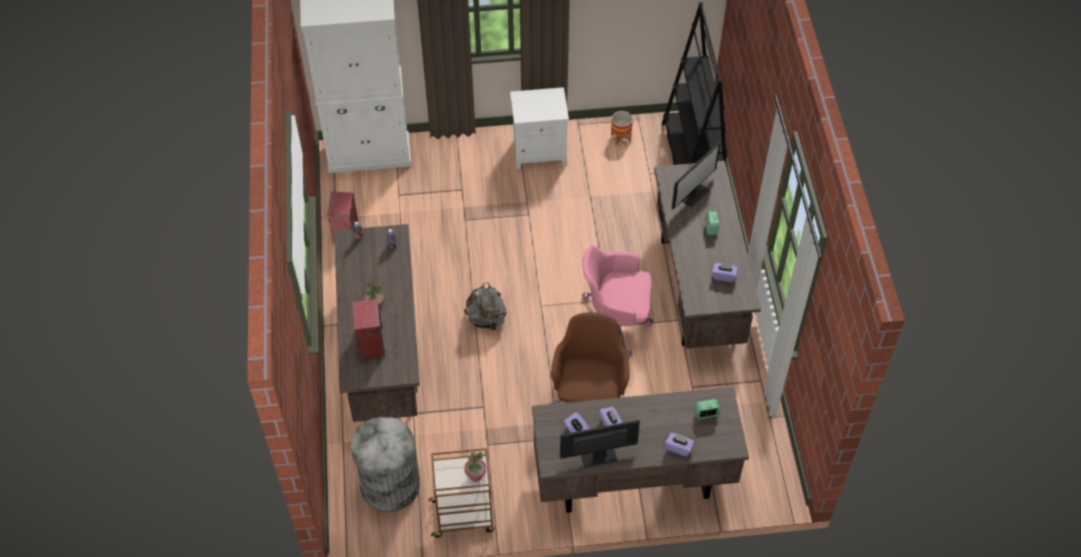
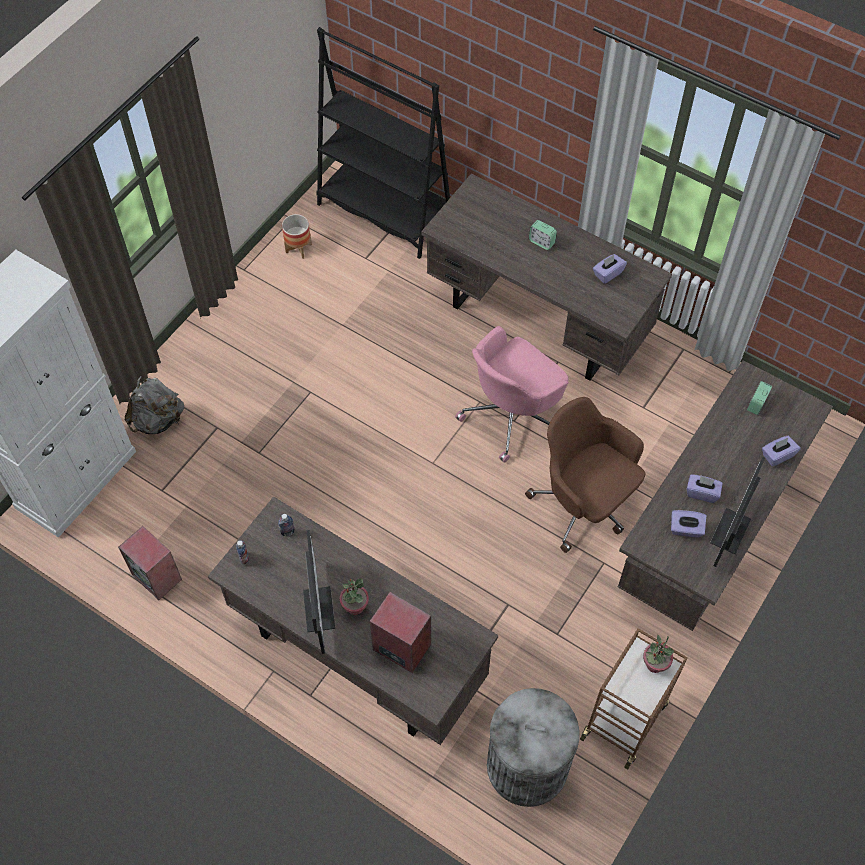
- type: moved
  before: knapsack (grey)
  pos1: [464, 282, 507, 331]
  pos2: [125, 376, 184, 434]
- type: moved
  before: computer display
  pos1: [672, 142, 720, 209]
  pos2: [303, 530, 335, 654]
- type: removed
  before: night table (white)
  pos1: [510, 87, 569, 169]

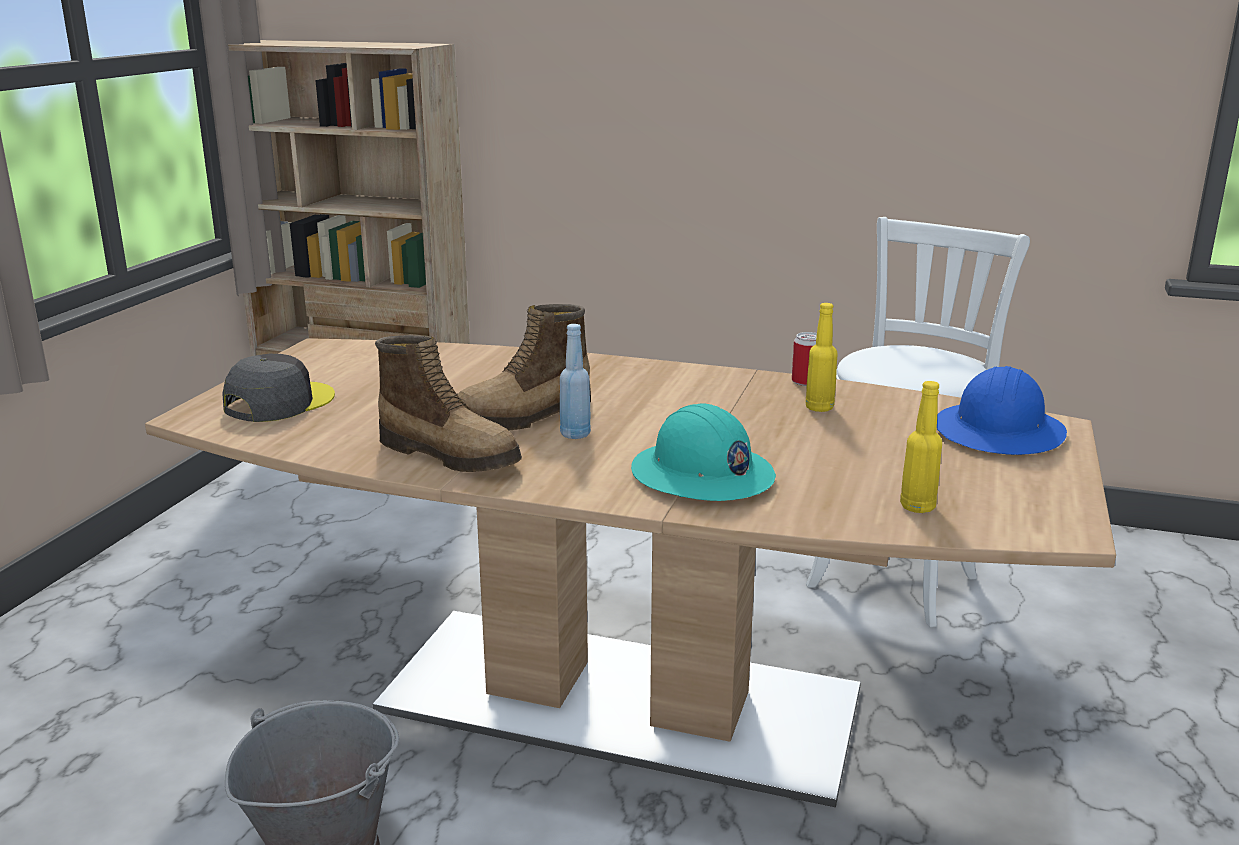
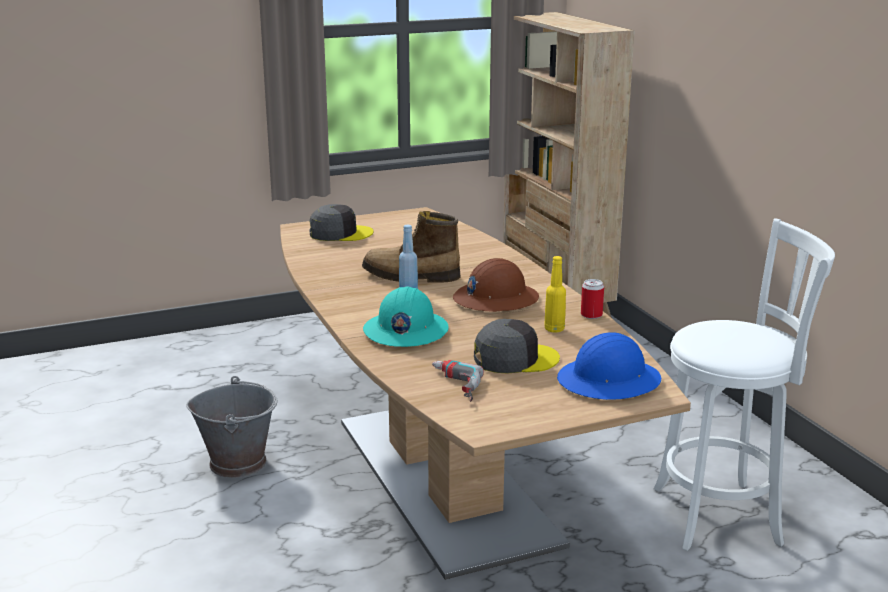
- type: replaced
  before: beverage bottle (yellowish)
  after: drill
  pos1: [900, 381, 942, 513]
  pos2: [432, 360, 484, 402]
- type: added
  after: work helmet (brown-coloured)
  pos2: [453, 258, 539, 312]
- type: added
  after: peaked cap (grey)
  pos2: [474, 319, 560, 374]
- type: removed
  before: high-top boot
  pos1: [375, 335, 522, 472]

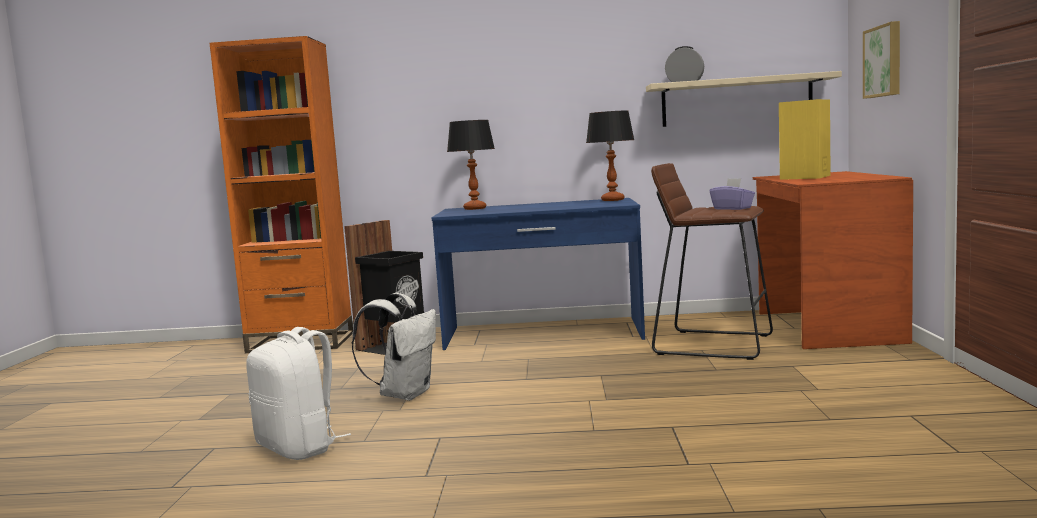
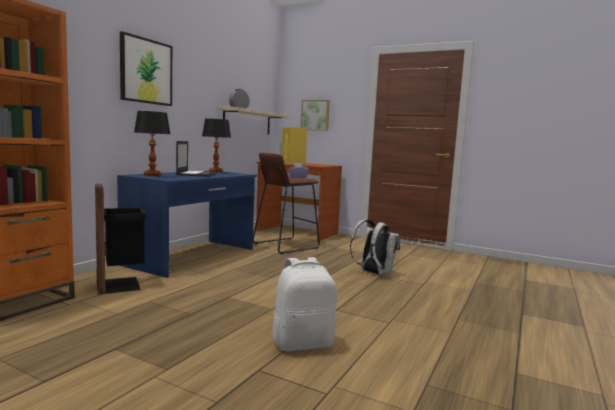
- type: added
  after: wall art
  pos2: [120, 31, 172, 106]
- type: added
  after: laptop
  pos2: [176, 141, 217, 177]
- type: moved
  before: knapsack (white)
  pos1: [352, 293, 436, 401]
  pos2: [350, 219, 400, 275]

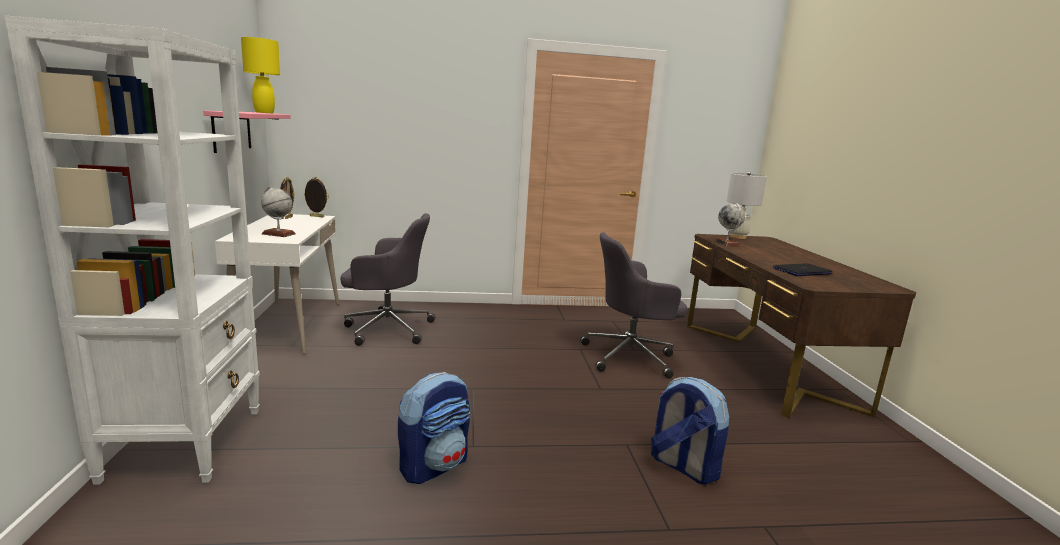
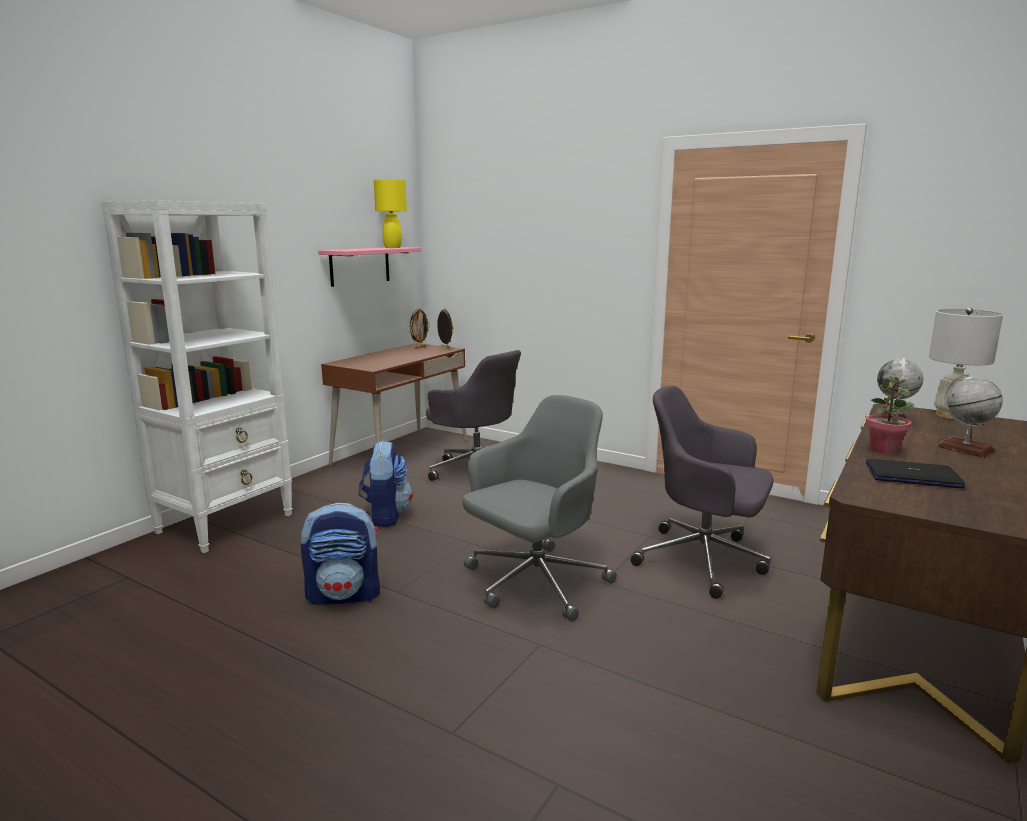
- type: recoloured
  before: desk unit (white)
  after: desk unit (brown-coloured)
  pos1: [215, 214, 339, 354]
  pos2: [321, 343, 467, 466]
- type: moved
  before: knapsack
  pos1: [651, 377, 729, 485]
  pos2: [359, 440, 413, 527]
- type: added
  after: computer chair (grey)
  pos2: [462, 395, 617, 621]
- type: added
  after: potted plant
  pos2: [865, 376, 915, 454]
- type: moved
  before: world globe
  pos1: [261, 187, 296, 237]
  pos2: [937, 374, 1003, 457]

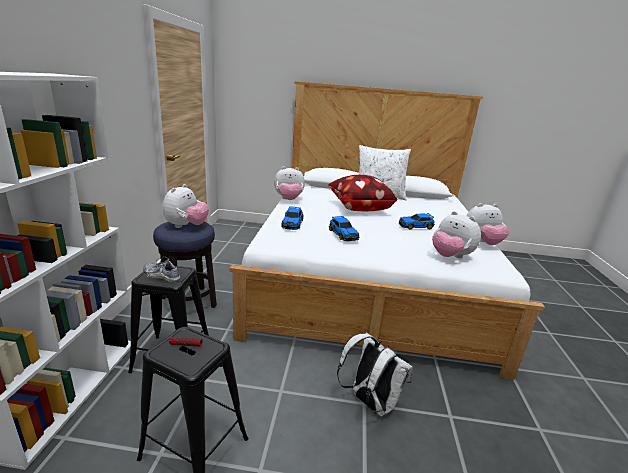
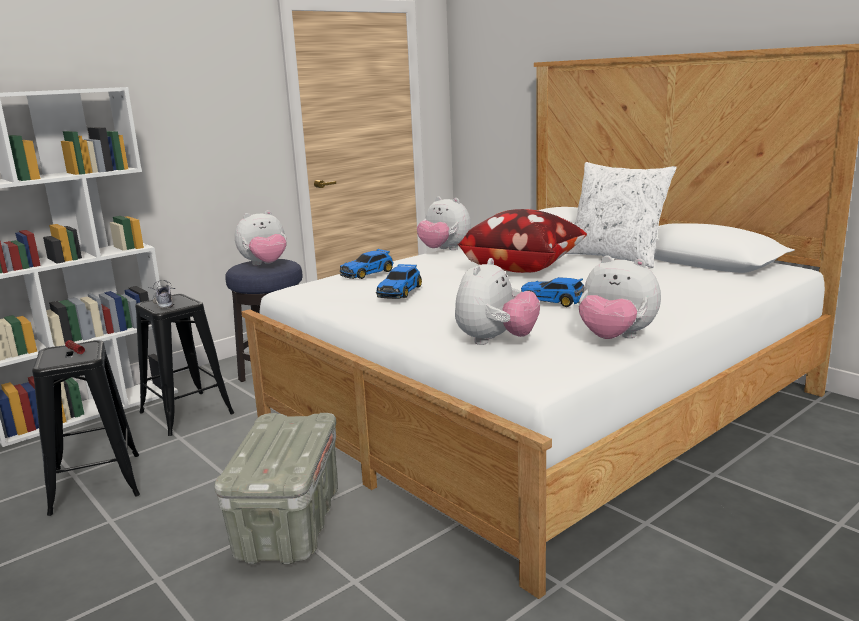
- type: replaced
  before: knapsack (white)
  after: storage box (grey)
  pos1: [337, 332, 413, 416]
  pos2: [214, 413, 338, 564]
- type: turned
  before: cuddly toy
  pos1: [432, 211, 481, 258]
  pos2: [455, 258, 540, 345]
  turn: -150

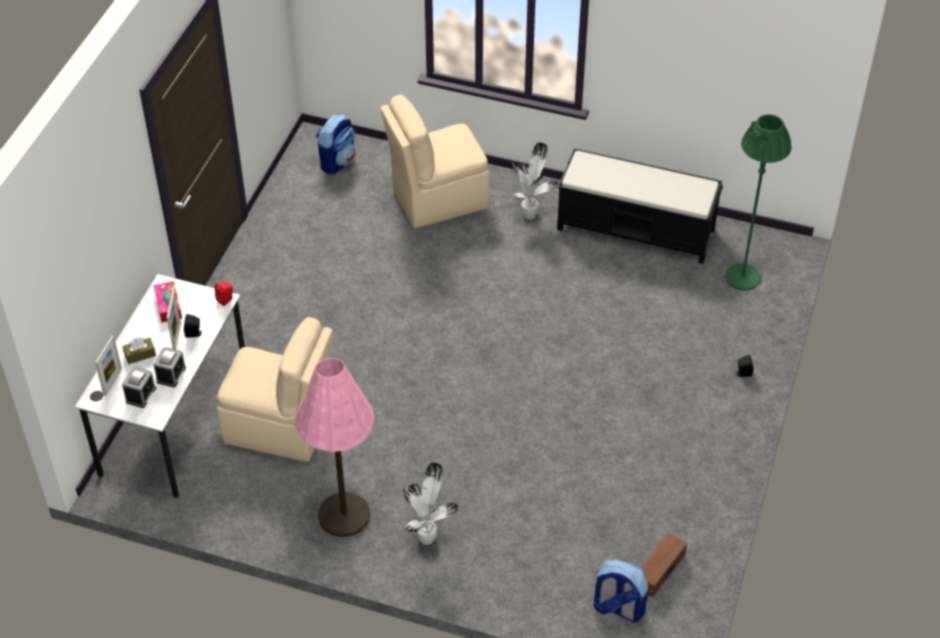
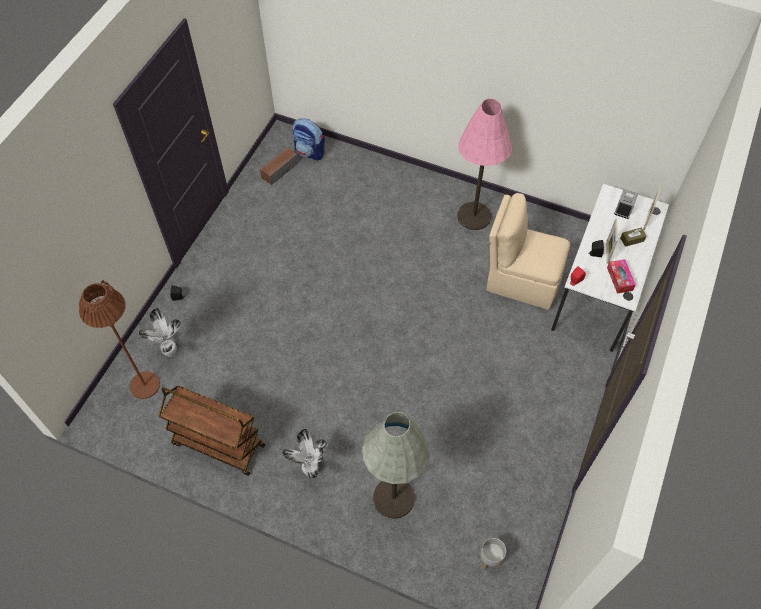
- type: recoloured
  before: floor lamp (green-coloured)
  after: floor lamp (brown-coloured)
  pos1: [725, 114, 791, 290]
  pos2: [79, 280, 160, 399]
- type: moved
  before: potted plant
  pos1: [402, 463, 458, 545]
  pos2: [139, 308, 181, 357]
- type: replaced
  before: bench (black-coloured)
  after: trolley (brown-coloured)
  pos1: [557, 148, 723, 264]
  pos2: [158, 386, 265, 476]
- type: replaced
  before: upright chair (beige-coloured)
  after: floor lamp (grey)
  pos1: [380, 95, 490, 228]
  pos2: [362, 412, 430, 519]
- type: replaced
  before: knapsack
  after: plant pot (grey)
  pos1: [316, 114, 356, 174]
  pos2: [480, 538, 506, 569]
- type: removed
  before: alarm clock
  pos1: [153, 347, 186, 388]

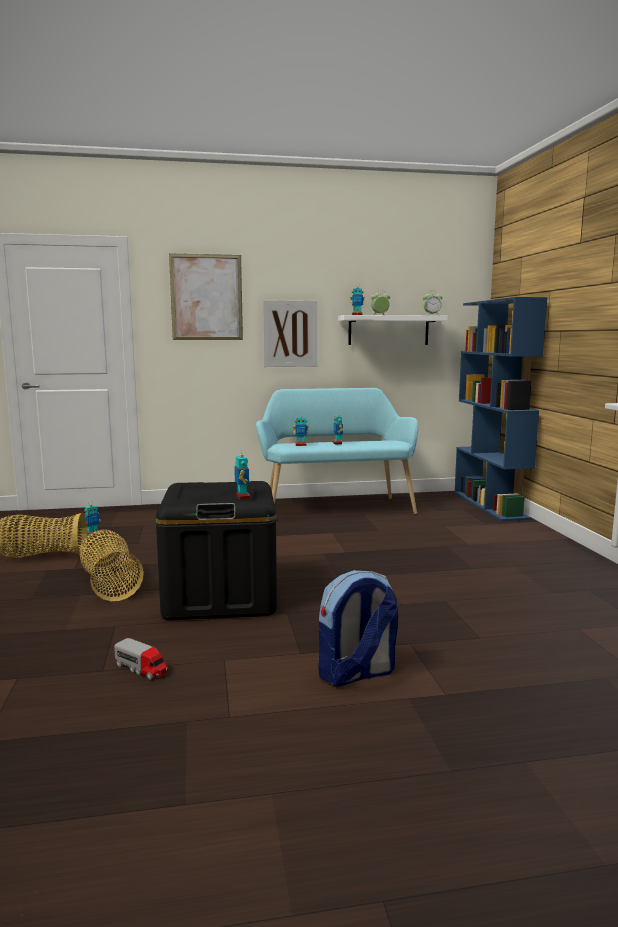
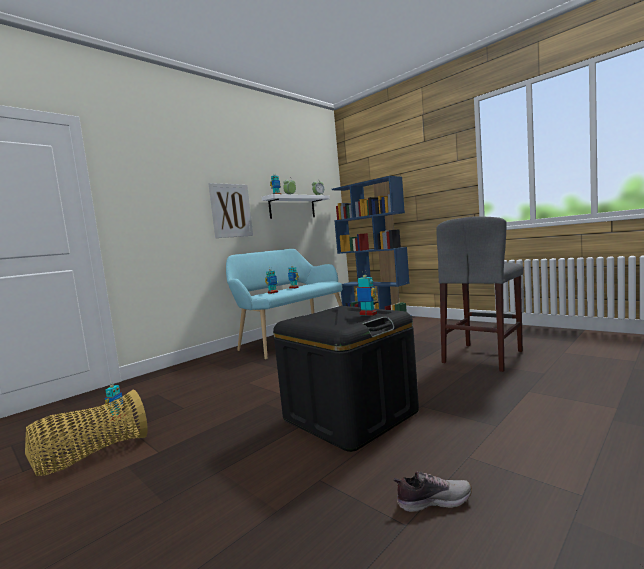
- type: replaced
  before: model truck
  after: shoe
  pos1: [114, 638, 167, 680]
  pos2: [393, 471, 472, 512]
- type: added
  after: stool (grey)
  pos2: [436, 216, 524, 372]
- type: removed
  before: basket
  pos1: [80, 530, 144, 601]
- type: removed
  before: wall art
  pos1: [169, 253, 243, 340]
- type: removed
  before: knapsack
  pos1: [318, 570, 398, 687]

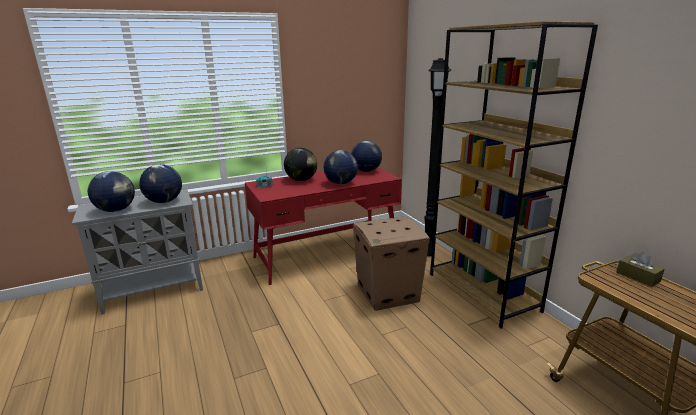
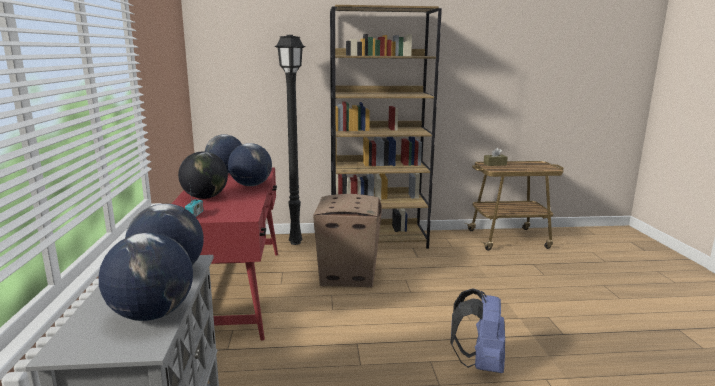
- type: added
  after: knapsack (blue-coloured)
  pos2: [451, 289, 505, 373]

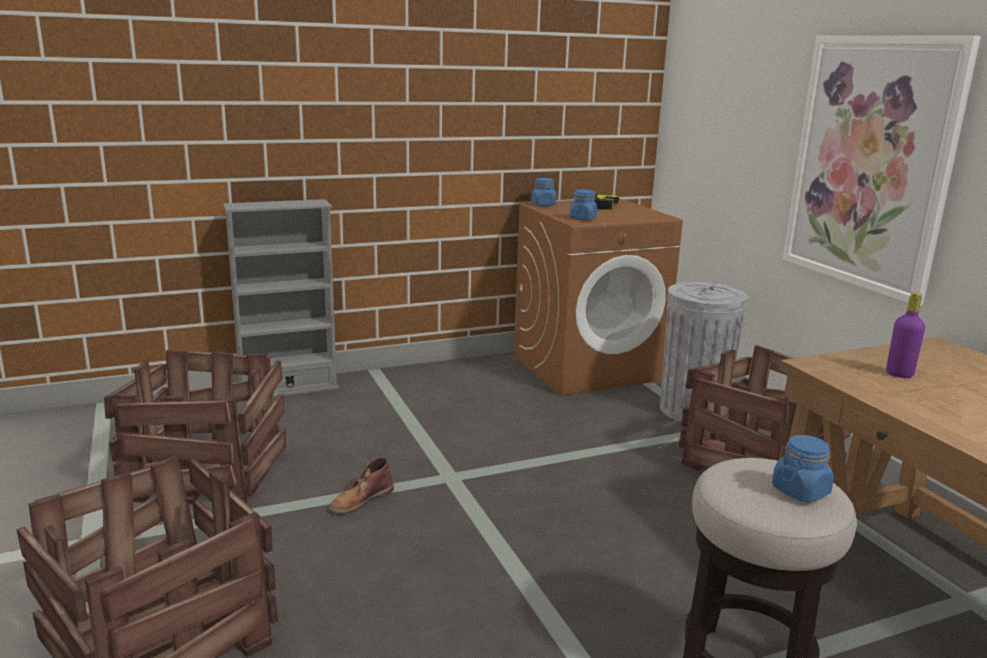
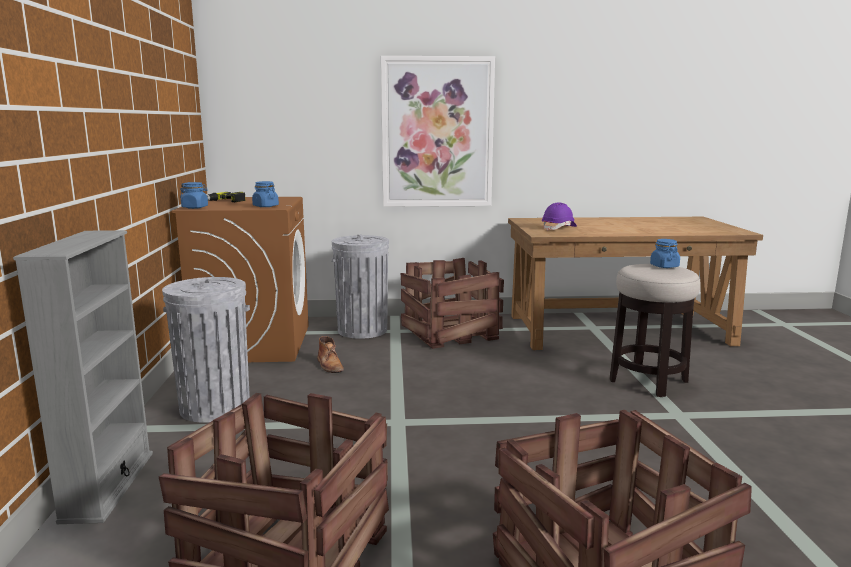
- type: added
  after: trash can (grey)
  pos2: [162, 277, 250, 423]
- type: moved
  before: high-top boot (brown-coloured)
  pos1: [328, 458, 394, 515]
  pos2: [317, 336, 344, 373]
- type: replaced
  before: beverage bottle (purplish)
  after: work helmet (purplish)
  pos1: [886, 293, 925, 378]
  pos2: [542, 202, 577, 231]

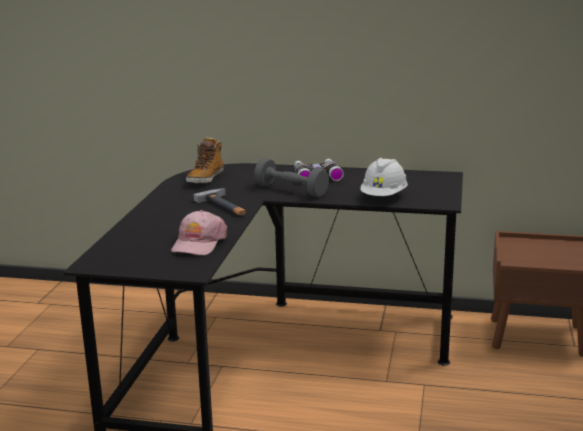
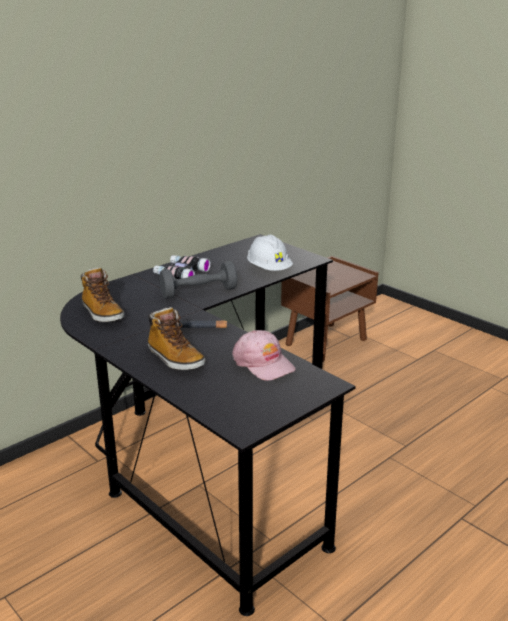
- type: added
  after: high-top boot
  pos2: [148, 307, 205, 370]

